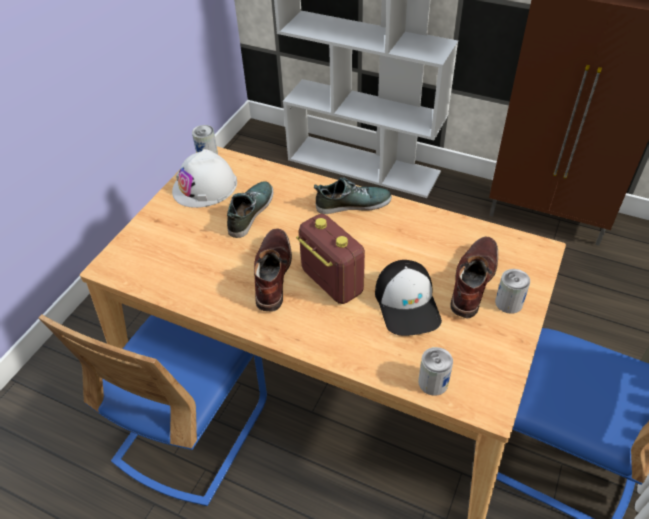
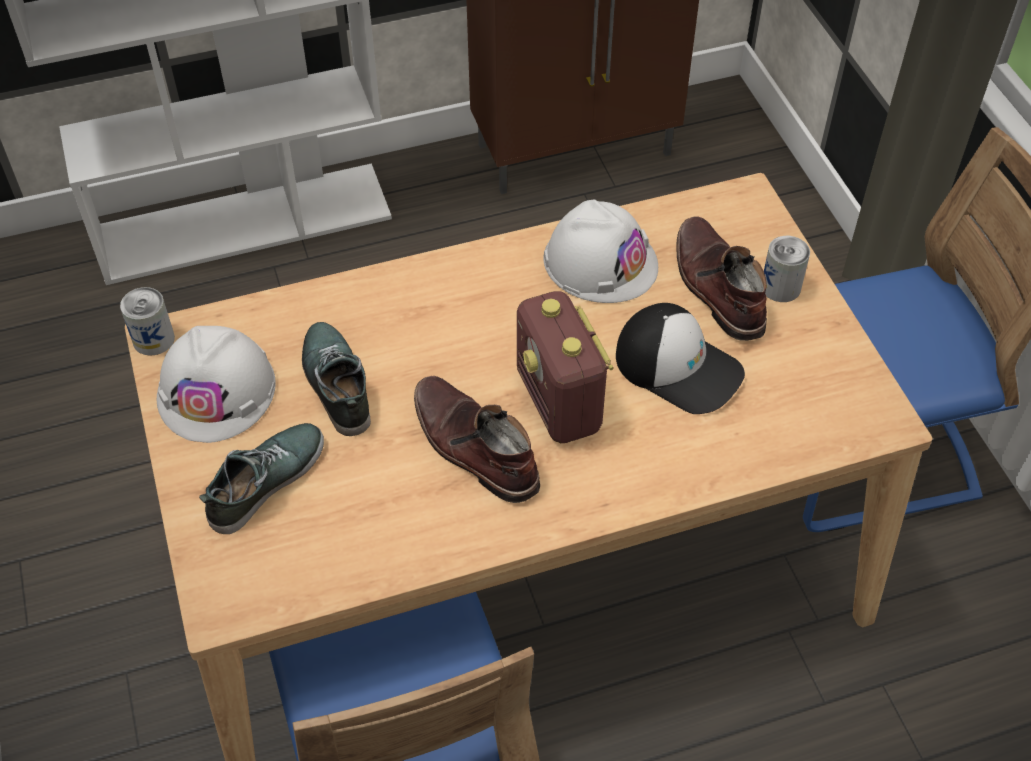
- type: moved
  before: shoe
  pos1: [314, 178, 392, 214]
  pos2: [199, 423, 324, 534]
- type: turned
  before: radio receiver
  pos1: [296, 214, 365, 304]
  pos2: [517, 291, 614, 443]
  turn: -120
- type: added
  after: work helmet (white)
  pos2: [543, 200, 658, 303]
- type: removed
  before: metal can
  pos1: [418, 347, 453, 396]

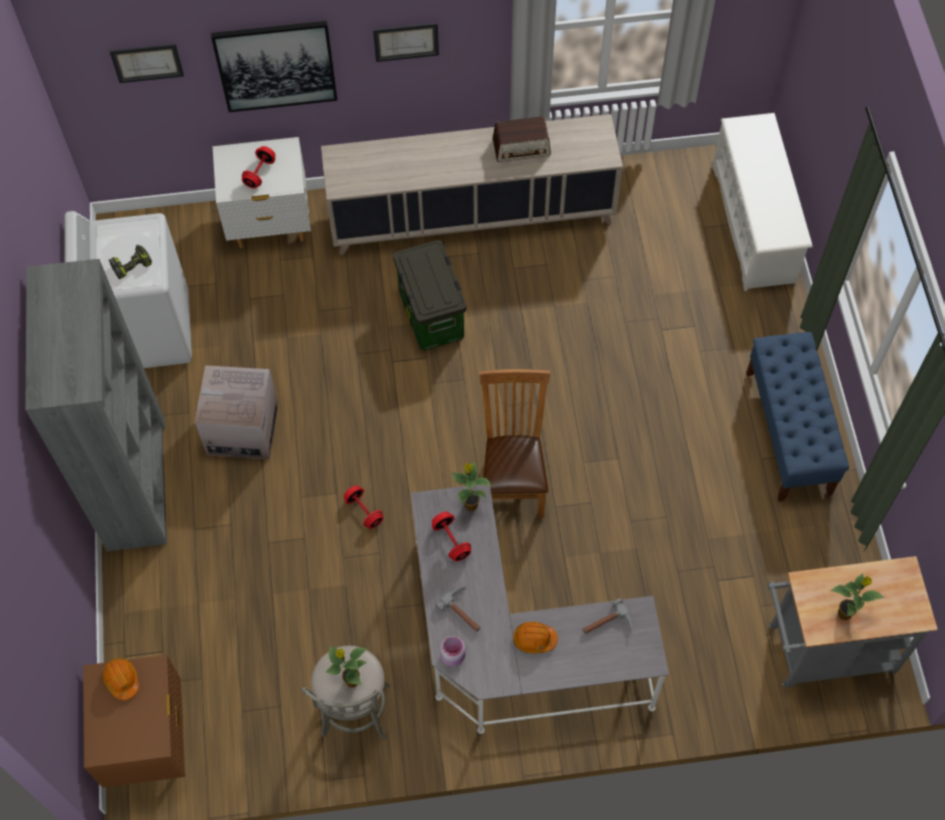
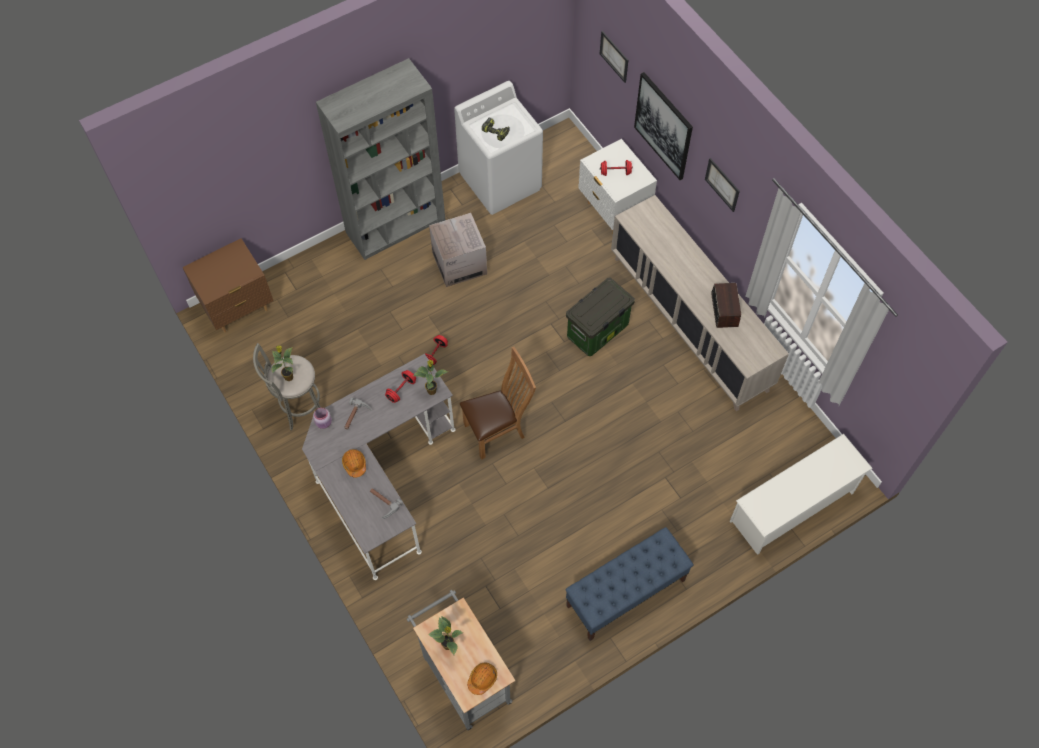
- type: moved
  before: work helmet (orange-coloured)
  pos1: [102, 658, 139, 700]
  pos2: [467, 662, 497, 695]
- type: turned
  before: radio receiver
  pos1: [493, 116, 551, 162]
  pos2: [711, 283, 741, 328]
  turn: -150

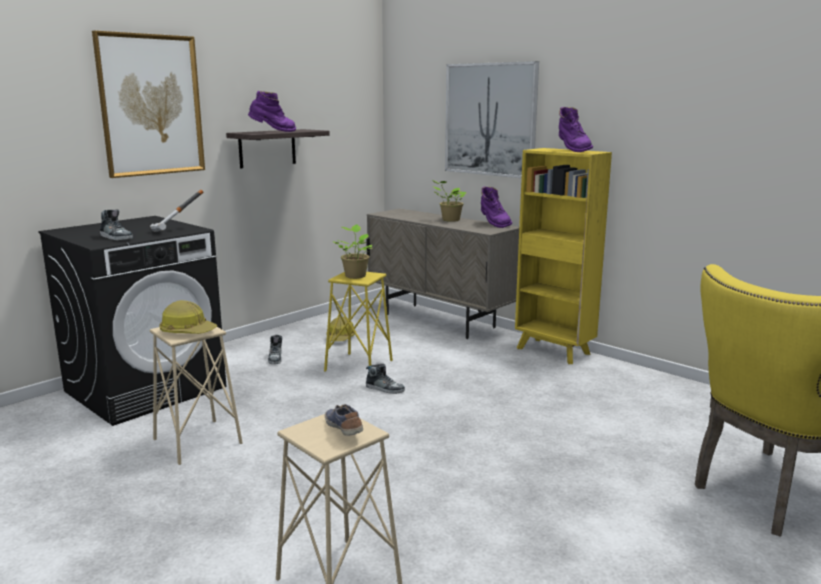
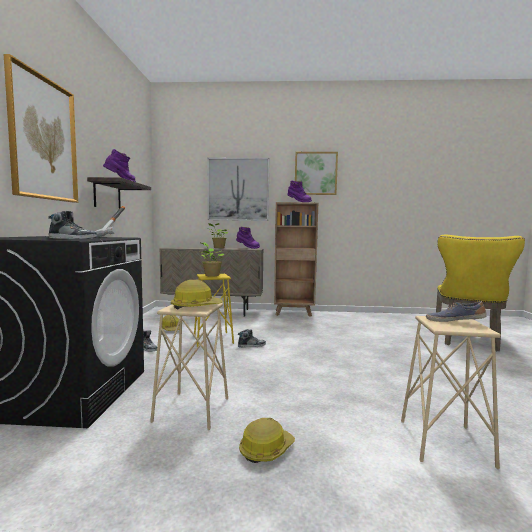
- type: added
  after: work helmet
  pos2: [239, 418, 295, 463]
- type: recoloured
  before: bookcase (yellowish)
  after: bookcase (brown-coloured)
  pos1: [515, 148, 612, 364]
  pos2: [274, 202, 318, 317]
- type: added
  after: wall art
  pos2: [295, 152, 338, 195]

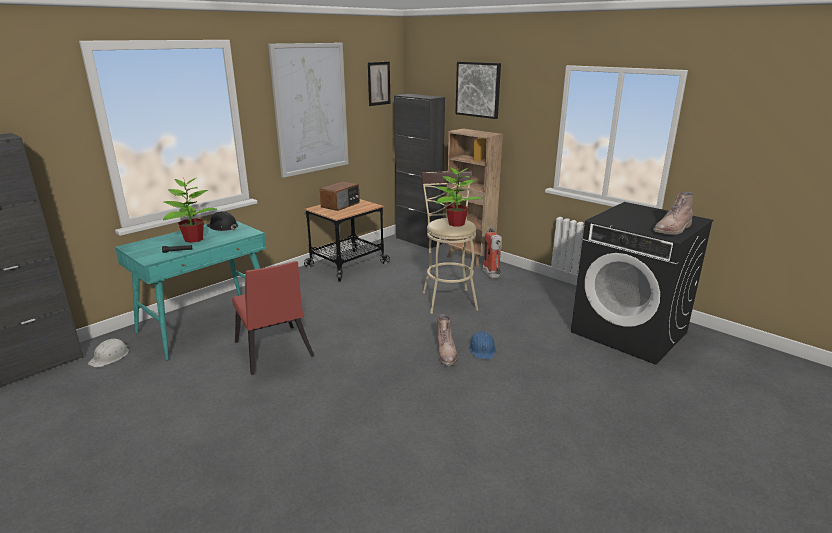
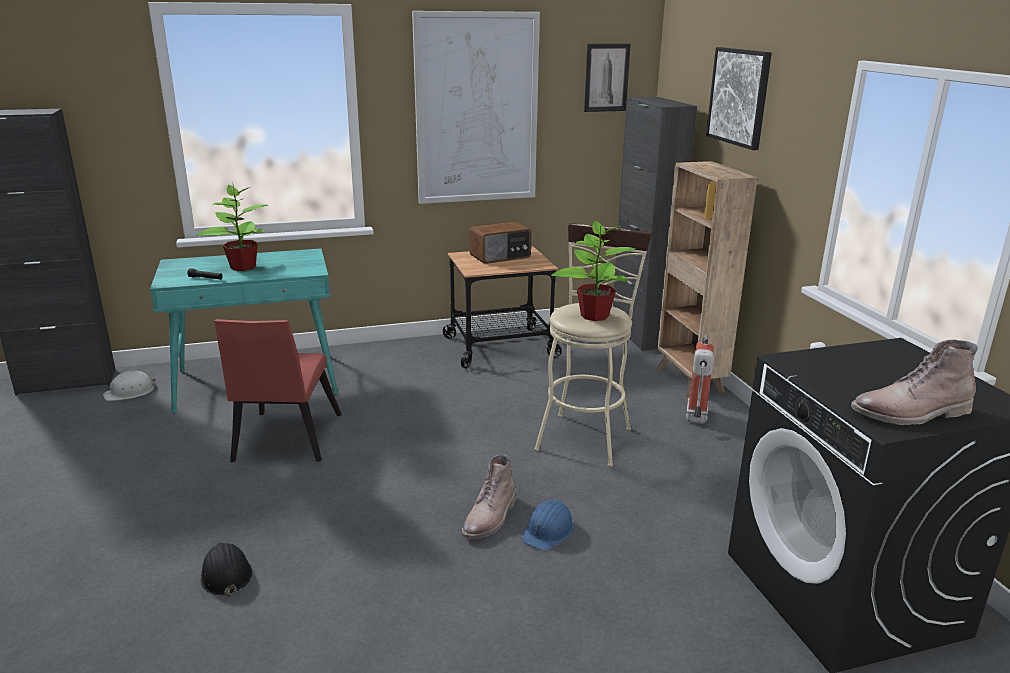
- type: moved
  before: work helmet (black-coloured)
  pos1: [207, 211, 238, 231]
  pos2: [200, 543, 252, 597]

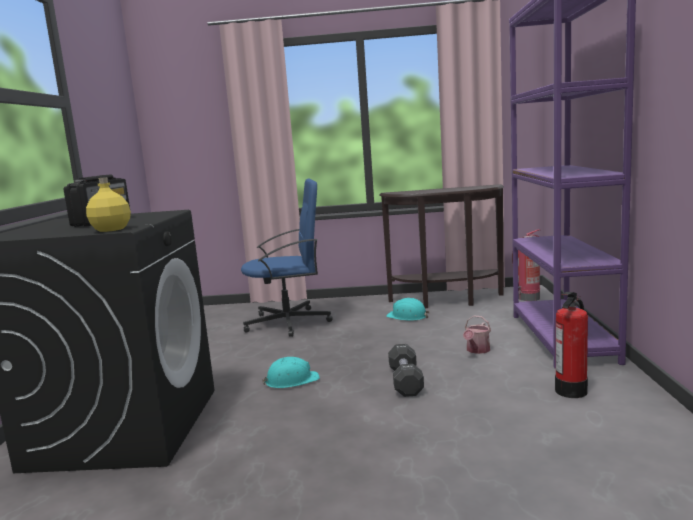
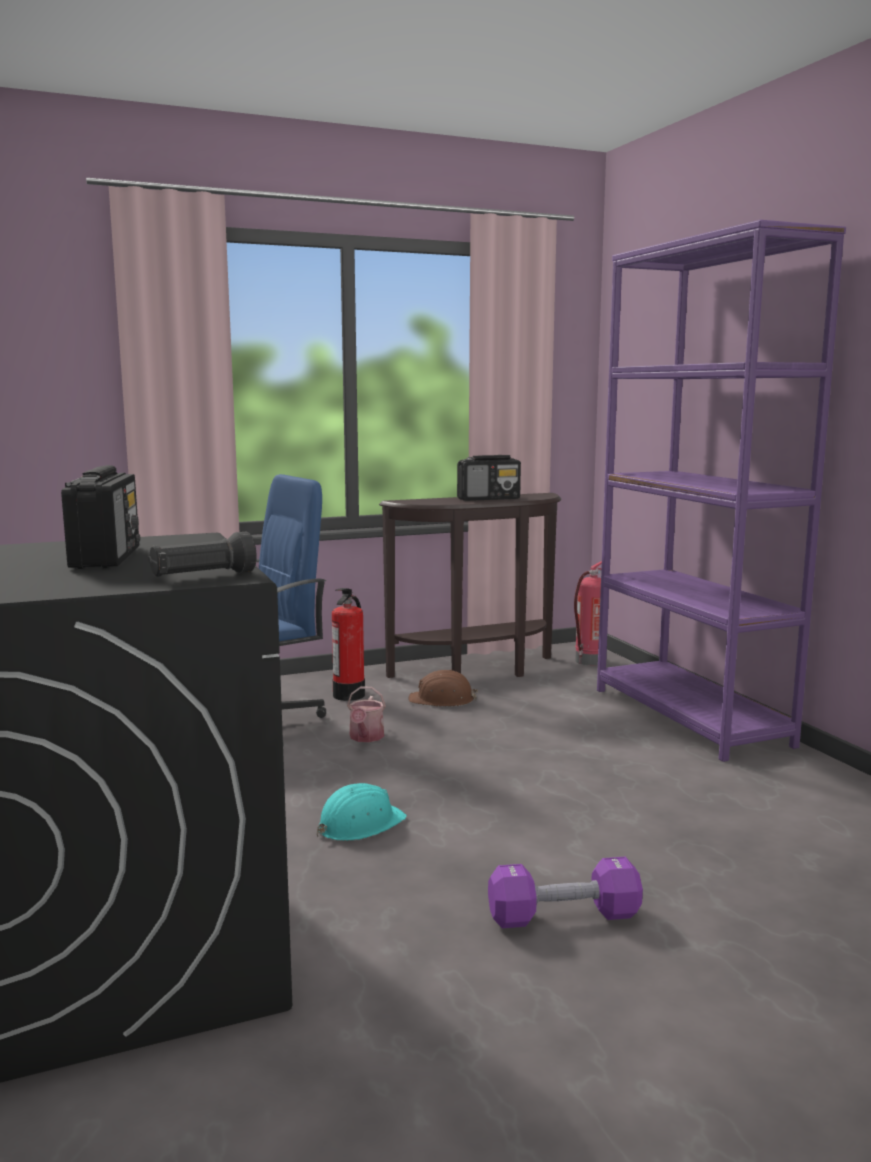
- type: replaced
  before: beverage bottle (yellowish)
  after: hand torch (black-coloured)
  pos1: [86, 177, 131, 232]
  pos2: [148, 532, 257, 577]
- type: moved
  before: extinguisher
  pos1: [555, 292, 588, 398]
  pos2: [332, 588, 365, 701]
- type: moved
  before: watering pot
  pos1: [463, 315, 491, 354]
  pos2: [347, 686, 386, 742]
- type: recoloured
  before: work helmet (turquoise)
  after: work helmet (brown-coloured)
  pos1: [386, 298, 430, 321]
  pos2: [408, 669, 478, 706]
- type: added
  after: radio receiver
  pos2: [457, 455, 521, 501]
- type: added
  after: dumbbell (purplish)
  pos2: [488, 857, 643, 928]
- type: removed
  before: dumbbell (black-coloured)
  pos1: [388, 344, 424, 397]

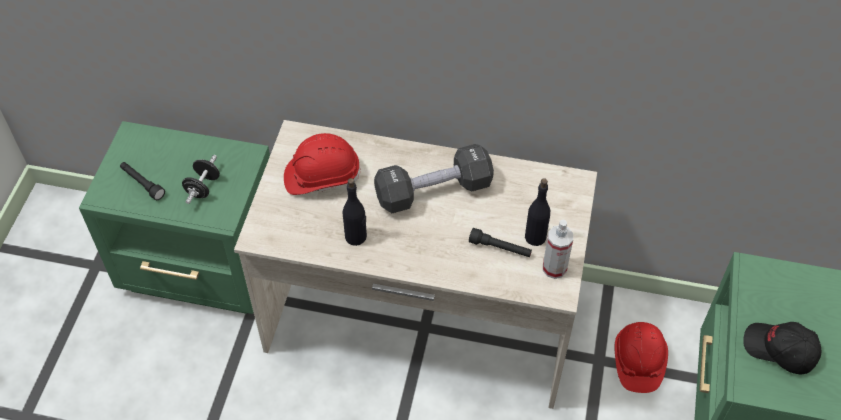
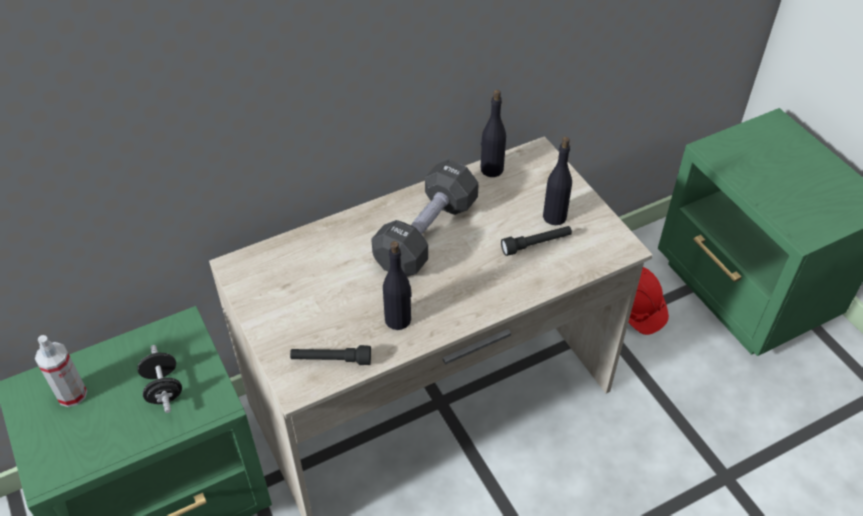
- type: moved
  before: spray bottle
  pos1: [543, 219, 573, 279]
  pos2: [35, 335, 87, 407]
- type: moved
  before: hand torch (black-coloured)
  pos1: [120, 162, 165, 200]
  pos2: [290, 345, 371, 365]
- type: added
  after: beverage bottle (black-coloured)
  pos2: [480, 90, 506, 177]
- type: removed
  before: work helmet (red-coloured)
  pos1: [284, 133, 361, 195]
- type: removed
  before: peaked cap (black-coloured)
  pos1: [743, 322, 821, 375]

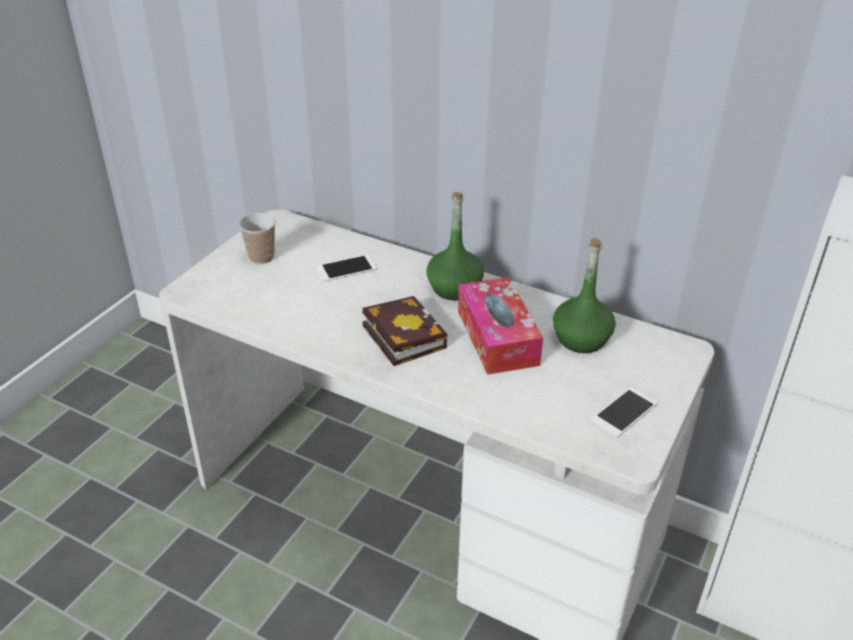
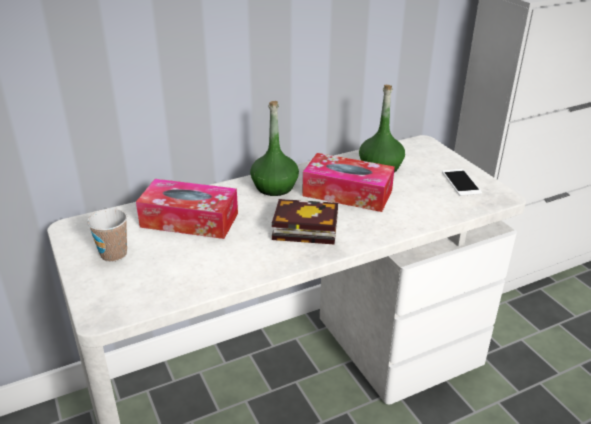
- type: replaced
  before: phone
  after: tissue holder
  pos1: [315, 255, 377, 282]
  pos2: [136, 179, 238, 239]

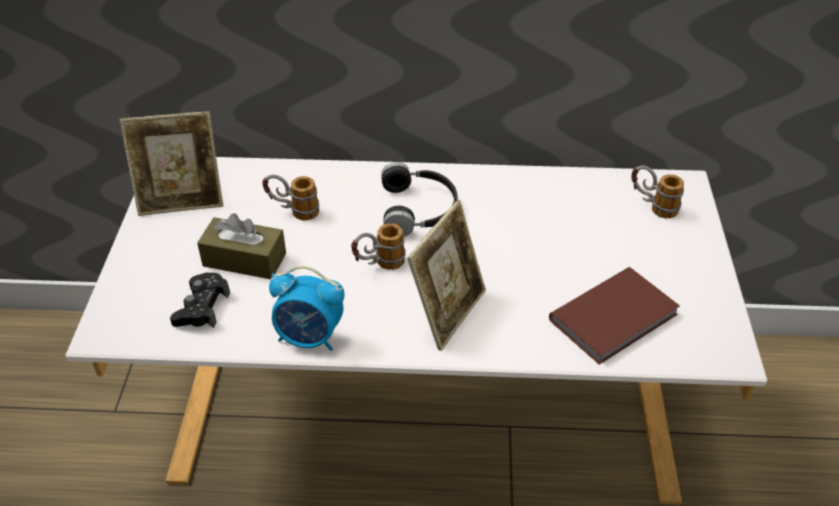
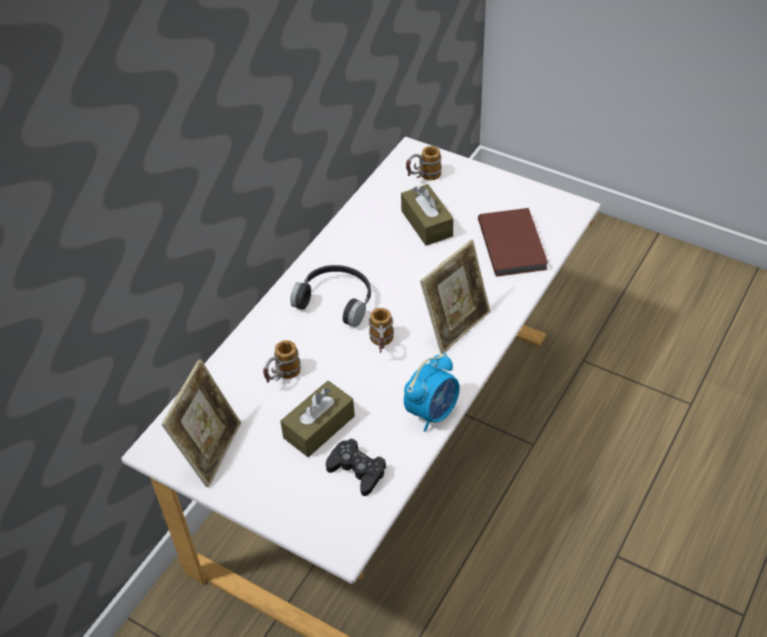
- type: added
  after: tissue holder (brown-coloured)
  pos2: [401, 184, 454, 246]
- type: turned
  before: photo frame
  pos1: [407, 200, 486, 351]
  pos2: [420, 240, 491, 354]
  turn: 75

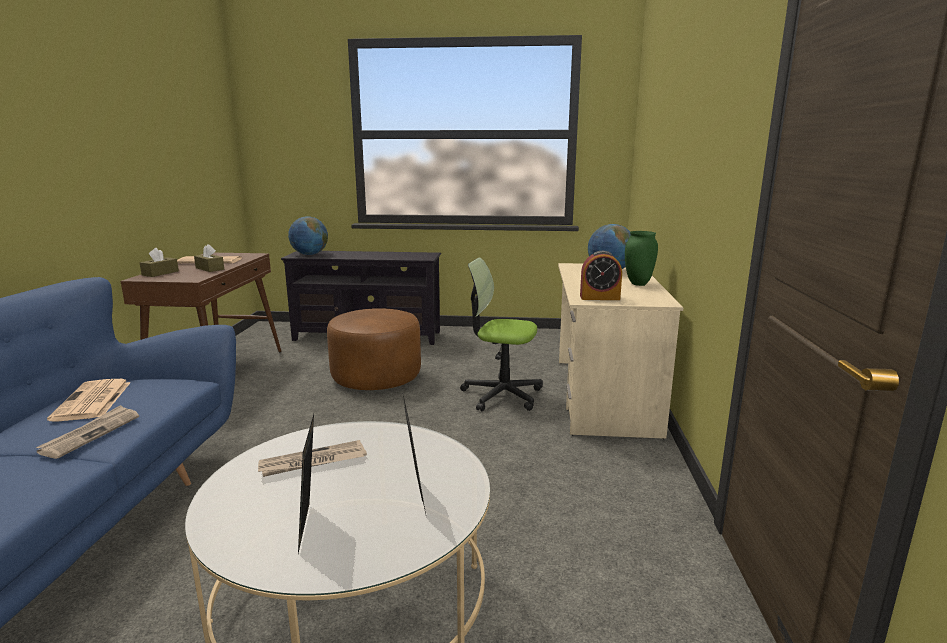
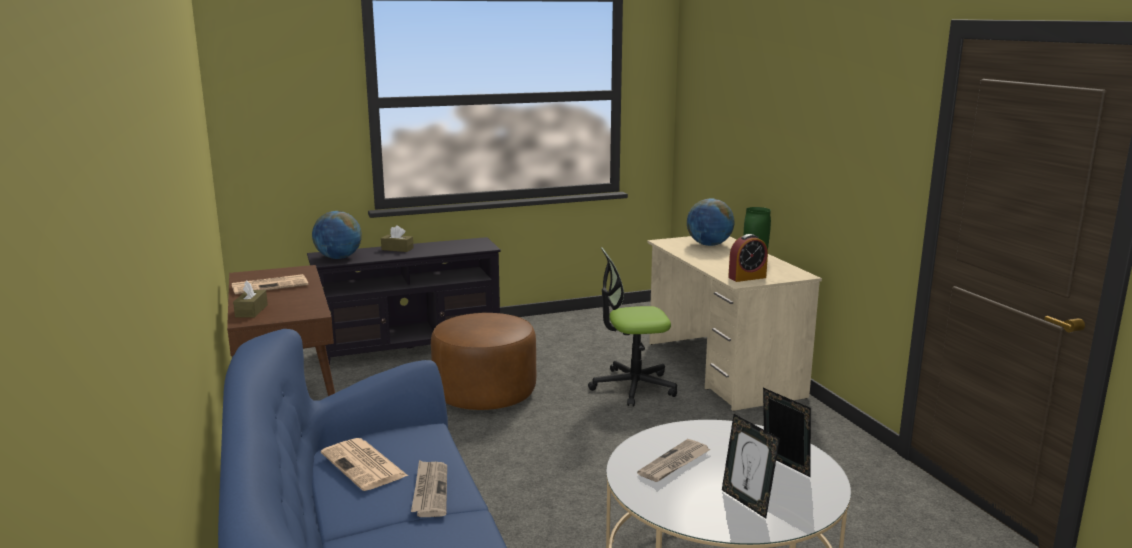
- type: moved
  before: tissue holder (brown-coloured)
  pos1: [194, 244, 224, 272]
  pos2: [381, 225, 414, 252]

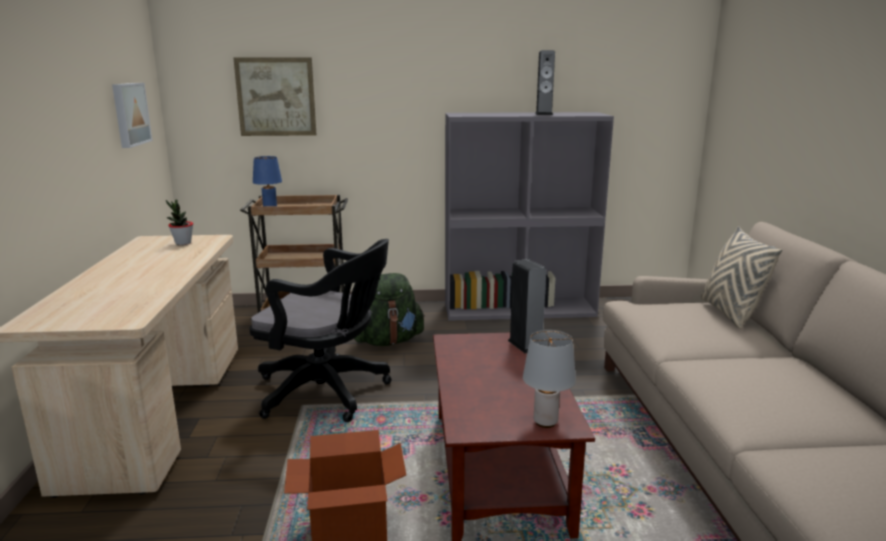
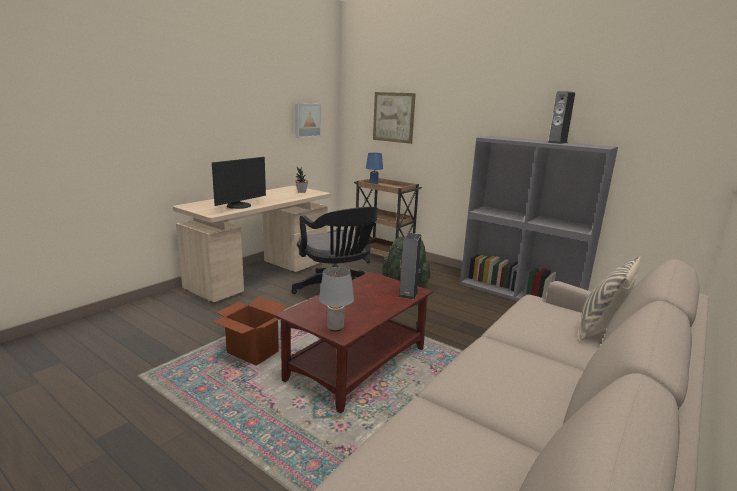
- type: added
  after: computer display
  pos2: [212, 157, 266, 209]

